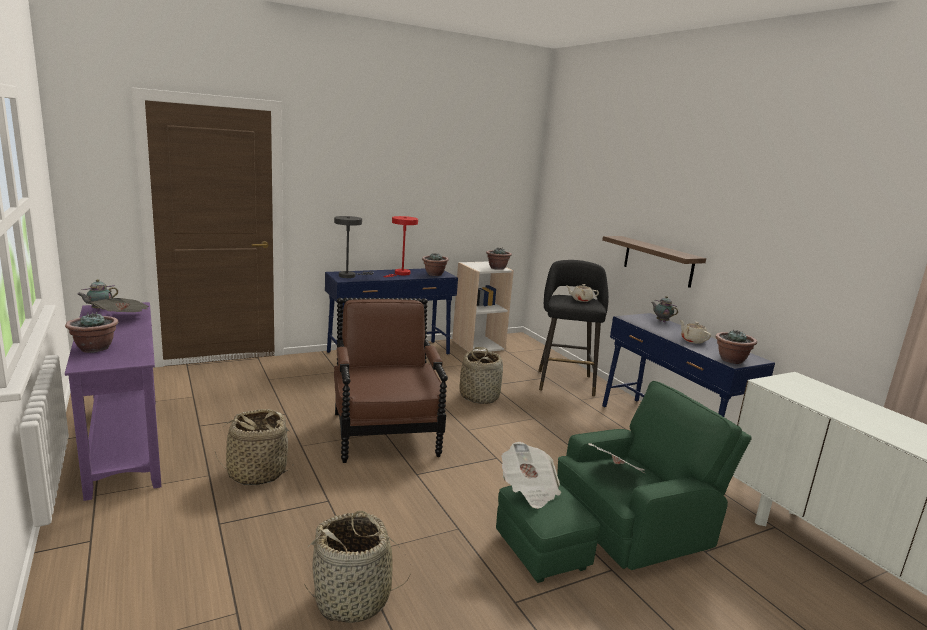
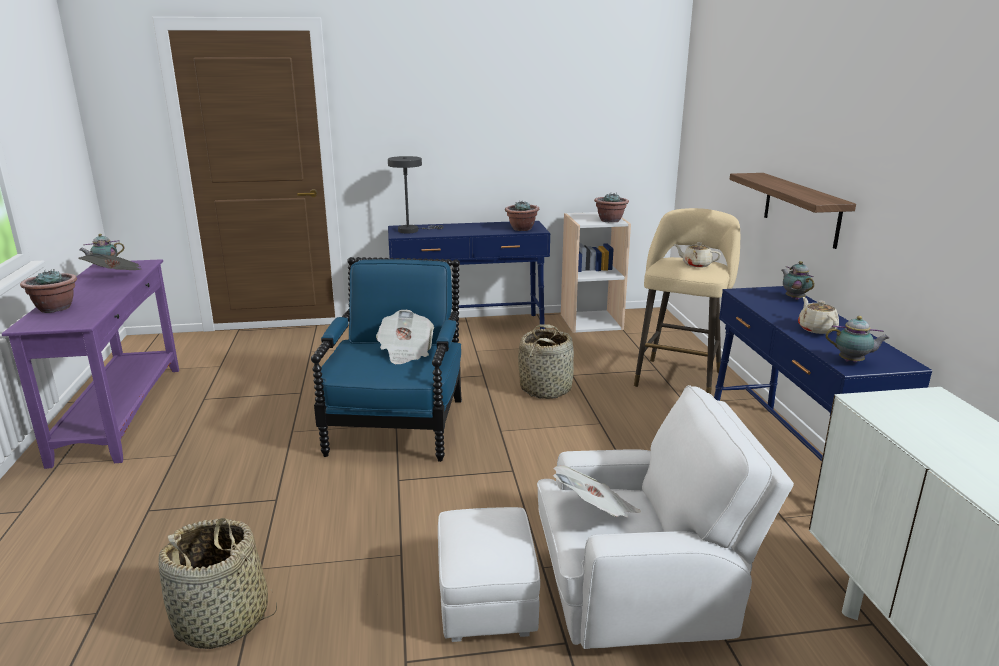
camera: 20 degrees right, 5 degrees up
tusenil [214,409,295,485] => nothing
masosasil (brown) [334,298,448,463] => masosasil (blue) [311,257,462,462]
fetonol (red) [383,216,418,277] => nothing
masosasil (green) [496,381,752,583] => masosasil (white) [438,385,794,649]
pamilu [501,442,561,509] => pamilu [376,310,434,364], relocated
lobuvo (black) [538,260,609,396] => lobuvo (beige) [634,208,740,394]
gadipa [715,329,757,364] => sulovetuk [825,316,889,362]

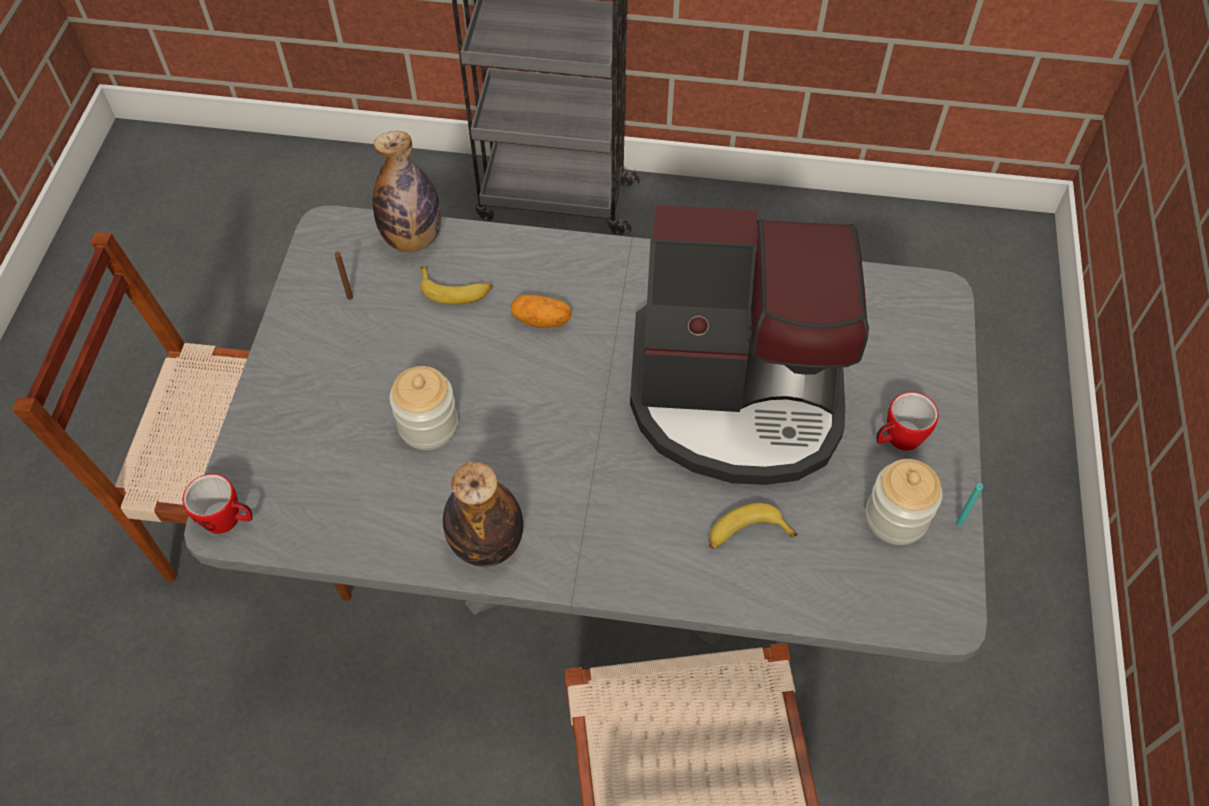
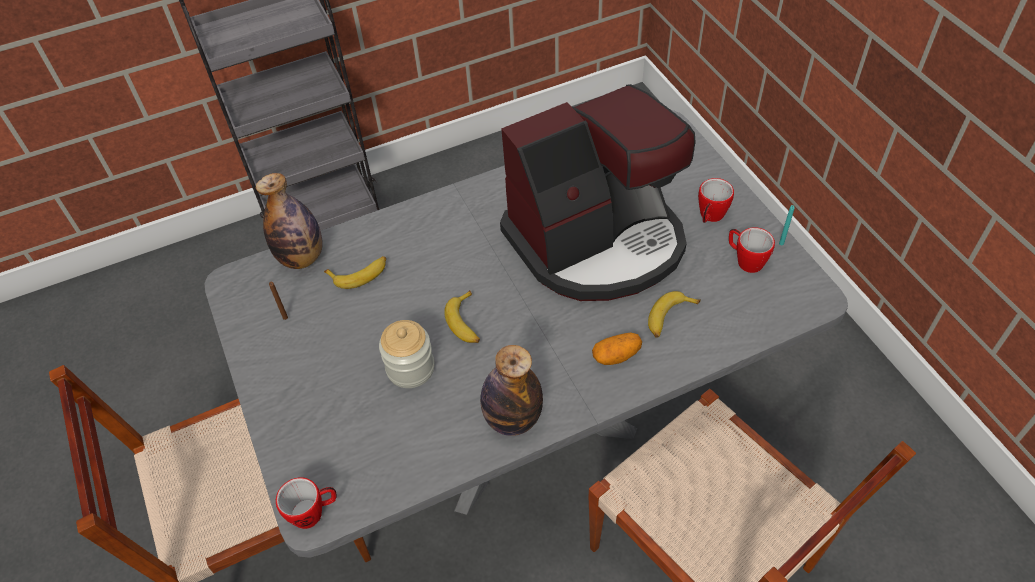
camera: 30 degrees left, 5 degrees down
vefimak [511,295,572,328] => vefimak [592,332,642,365], relocated
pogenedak [866,459,943,545] => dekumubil [729,227,775,273]
nothing => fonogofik [444,290,480,343]

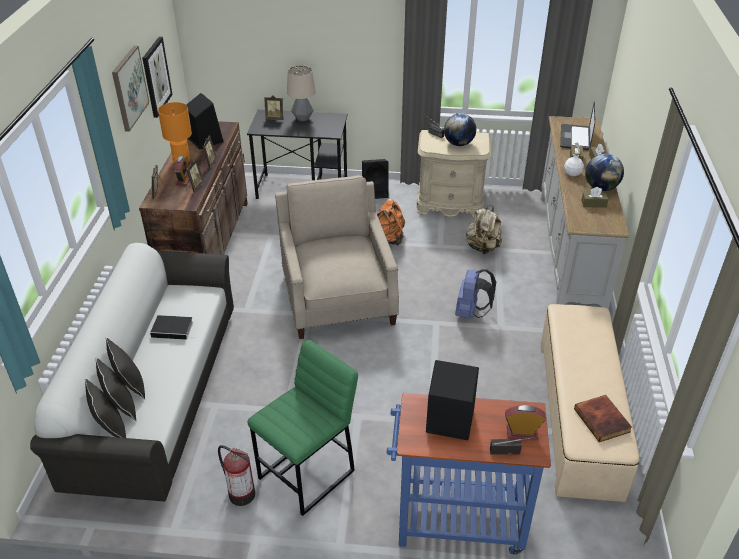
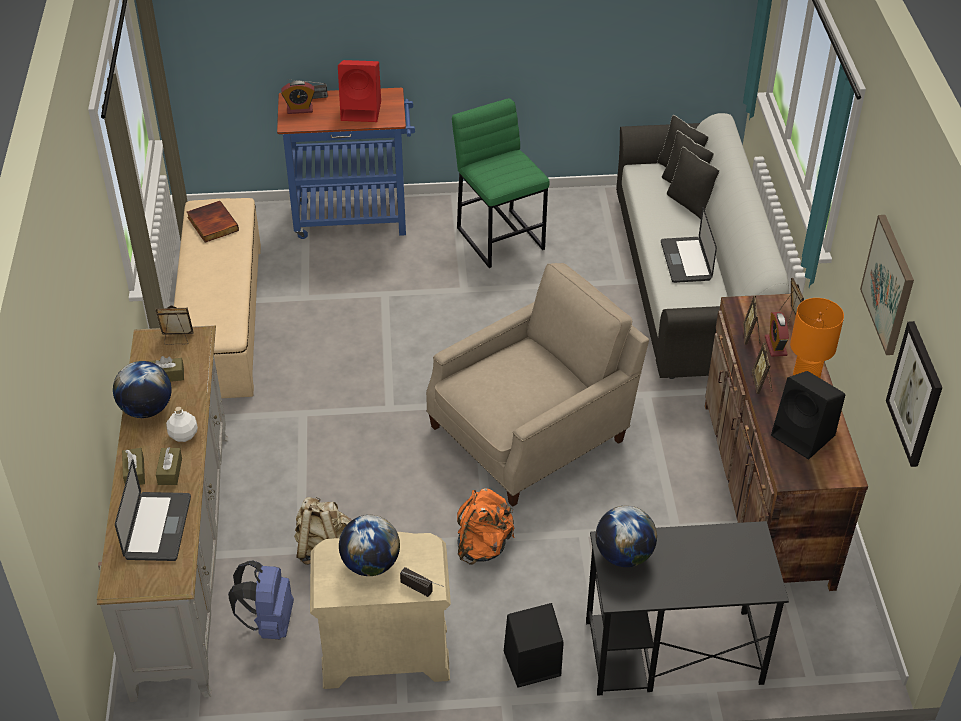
camera: 170 degrees right, 5 degrees up
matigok [150,315,194,340] => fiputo [661,207,717,283]
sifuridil [218,445,255,506] => nothing
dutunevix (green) [248,340,358,516] => dutunevix (green) [452,98,550,268], 120 degrees clockwise
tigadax [264,96,283,120] => tigadax [156,305,194,345], relocated
masosasil (beige) [275,175,399,339] => masosasil (beige) [426,263,649,507], 105 degrees counterclockwise
fetonol [287,65,316,122] => nothing
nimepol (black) [426,360,479,440] => nimepol (red) [338,60,381,122]
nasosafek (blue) [455,269,496,318] => nasosafek (blue) [228,561,294,639], relocated
nothing => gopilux [596,506,657,567]

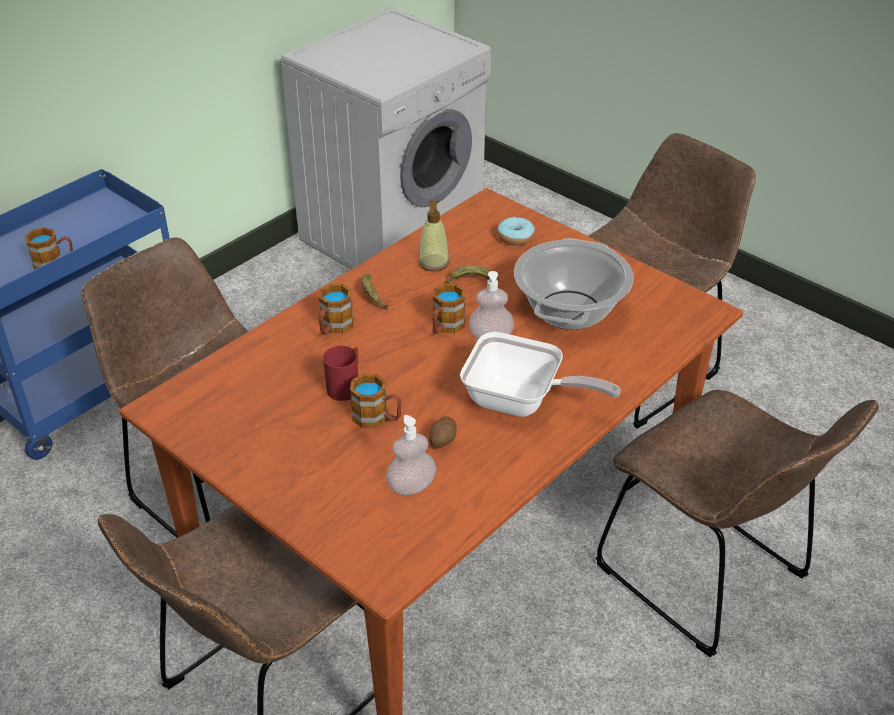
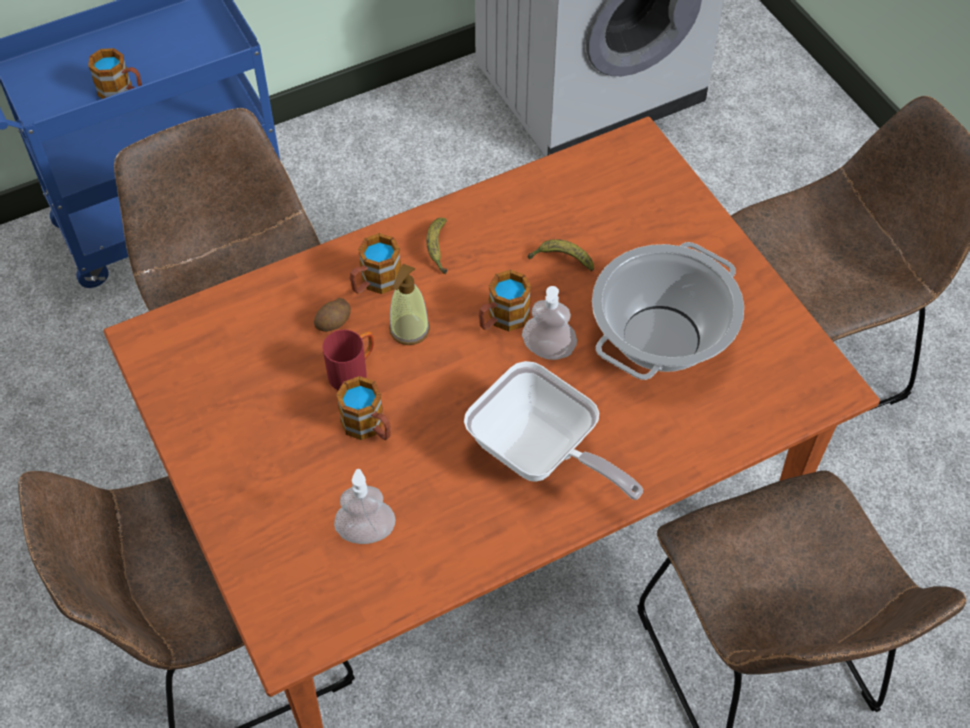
camera: 20 degrees right, 15 degrees up
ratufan [419,200,449,272] => ratufan [389,264,430,345], relocated
vefimak [429,416,457,448] => vefimak [314,298,351,332], relocated
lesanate [497,217,535,245] => nothing

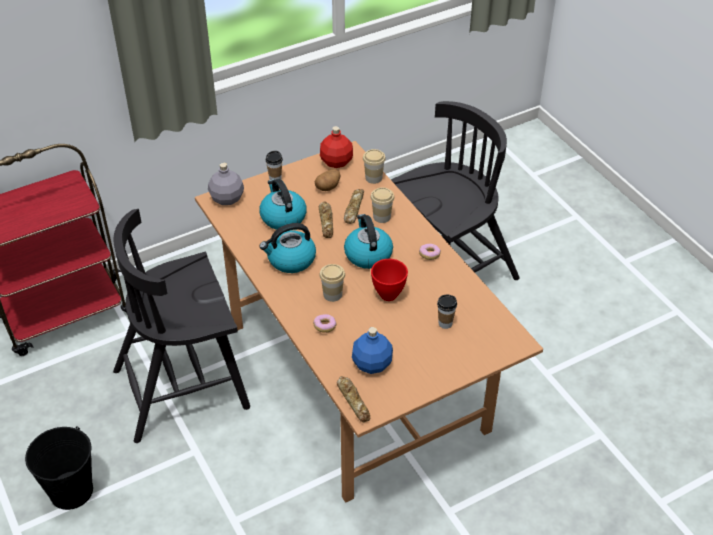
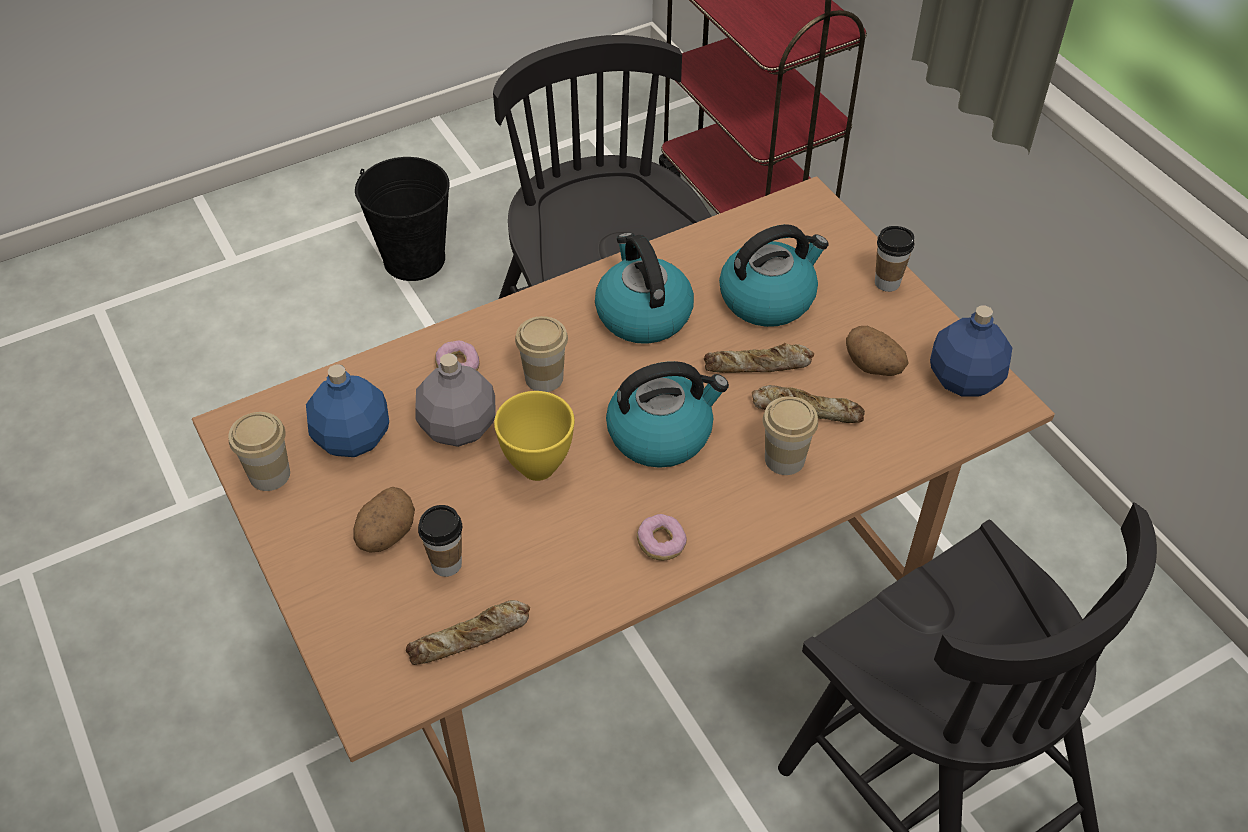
camera: 90 degrees right, 5 degrees up
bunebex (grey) [208,163,244,205] => bunebex (grey) [416,353,496,447], relocated
bunebex (red) [320,126,353,168] => bunebex (blue) [930,305,1012,397]
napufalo [337,376,370,423] => napufalo [406,600,530,665], relocated
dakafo [363,149,386,184] => dakafo [228,412,290,491], relocated
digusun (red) [371,259,408,301] => digusun (yellow) [494,391,575,481]
nothing => vefimak [353,487,415,552]

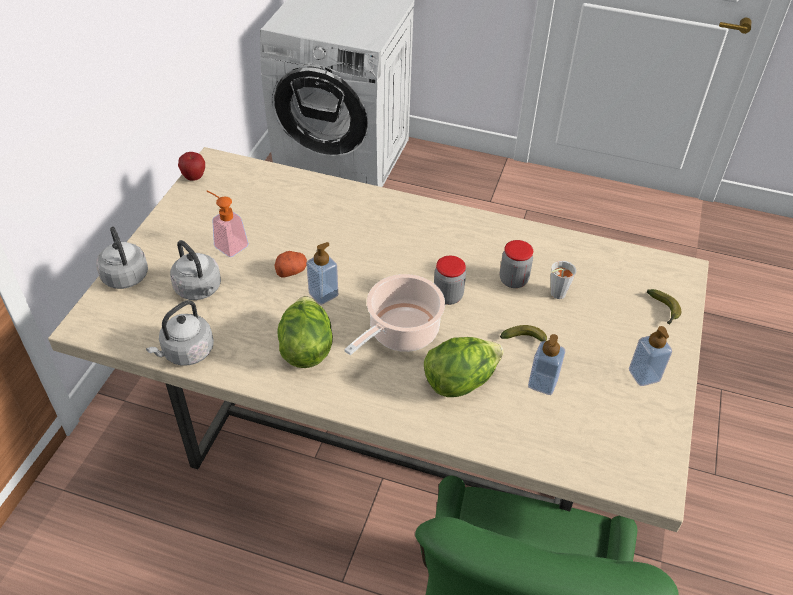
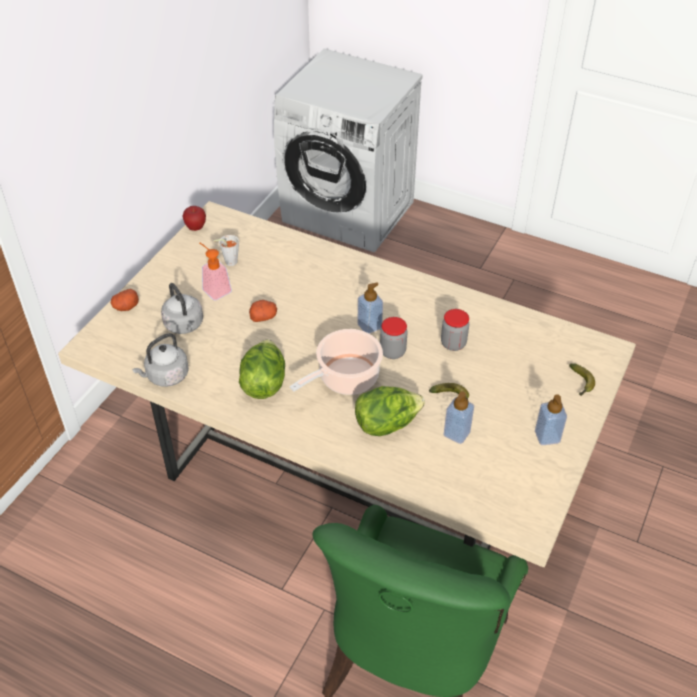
camera: 10 degrees right, 0 degrees up
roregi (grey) [96,227,148,289] => vefimak [111,289,139,311]
ratufan [306,242,338,305] => ratufan [358,282,383,334], relocated
dakafo (grey) [551,261,576,299] => dakafo (grey) [213,235,239,266], relocated

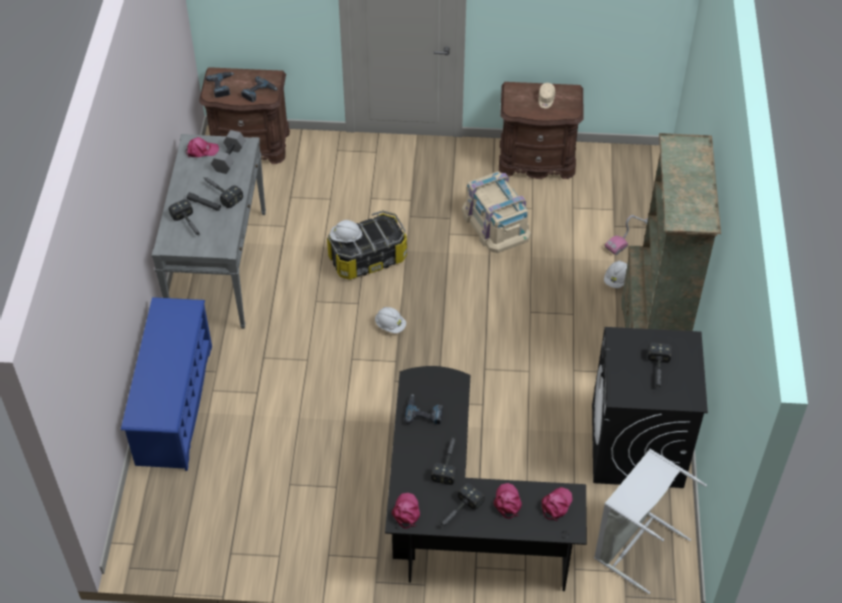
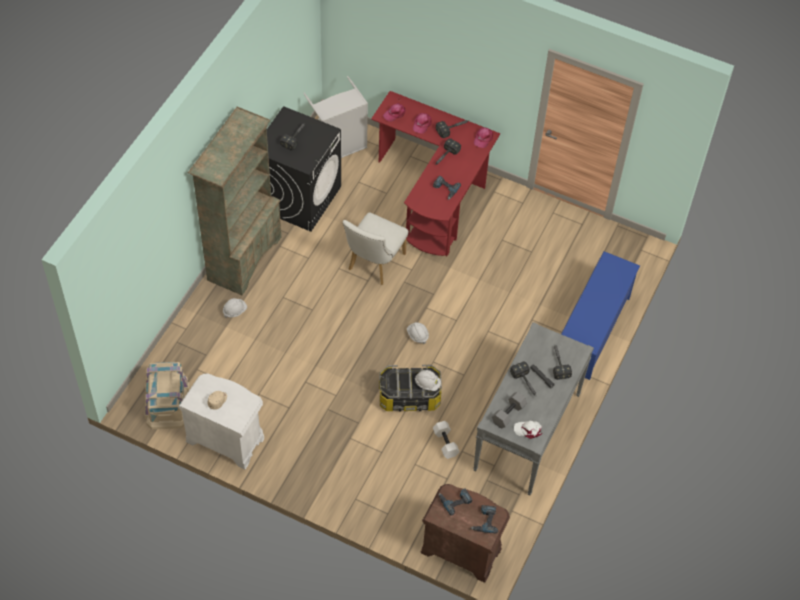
camera: 160 degrees left, 5 degrees up
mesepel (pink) [185,137,219,158] => mesepel (white) [514,421,543,439]
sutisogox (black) [385,366,587,591] => sutisogox (red) [371,91,500,256]
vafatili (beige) [462,171,531,253] => vafatili (beige) [145,362,190,429], relocated
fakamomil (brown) [499,82,584,179] => fakamomil (white) [178,373,264,469]
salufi [605,215,648,255] => nothing
nothing => dutunevix (white) [343,212,408,285]
nothing => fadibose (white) [433,421,460,459]

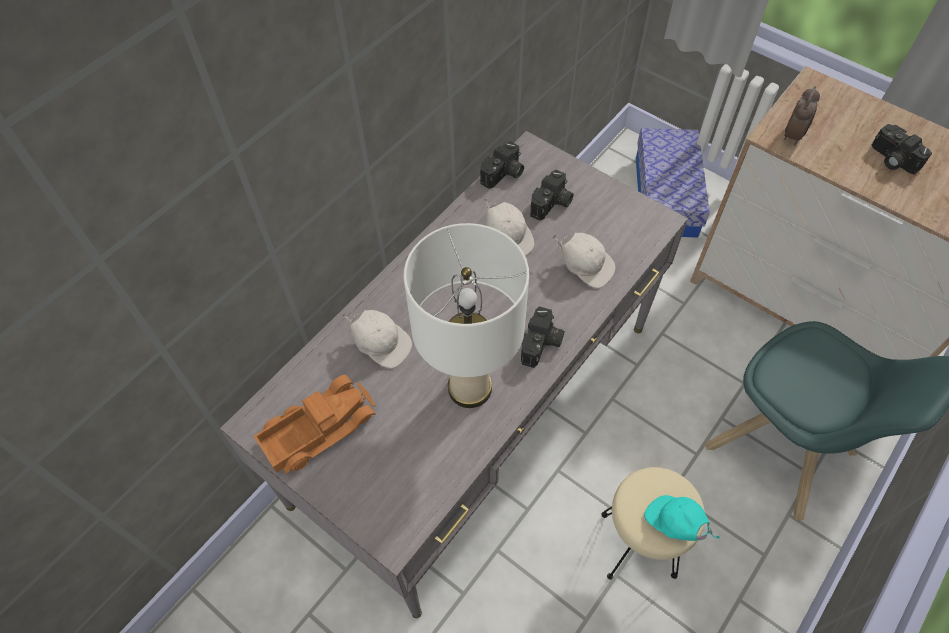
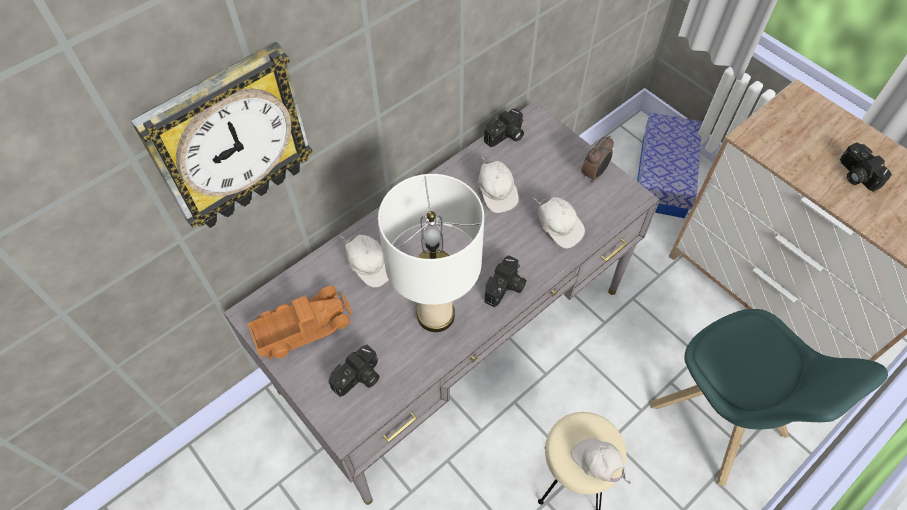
camera: 10 degrees right, 0 degrees up
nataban [530,170,574,221] => nataban [328,345,379,397], relocated
mesepel (turquoise) [644,495,720,541] => mesepel (white) [571,438,631,484]
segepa [784,87,820,146] => segepa [581,136,614,183], relocated
nothing => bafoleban [131,41,313,228]

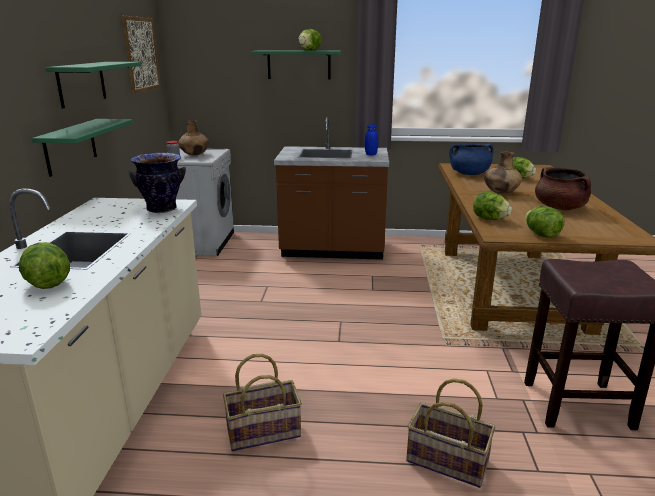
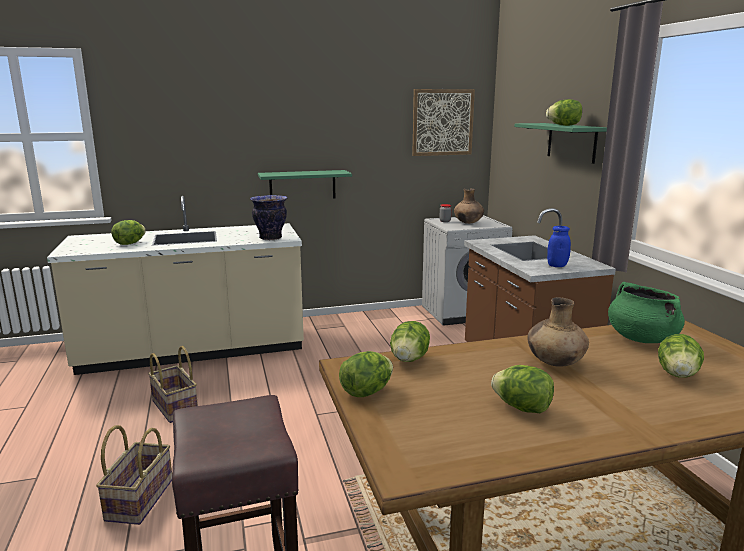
camera: 70 degrees right, 5 degrees down
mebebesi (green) [46,62,142,108] => nothing
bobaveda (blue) [449,144,494,175] => bobaveda (green) [608,282,685,343]
bobaveda (brown) [535,167,591,210] => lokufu [491,365,554,413]

